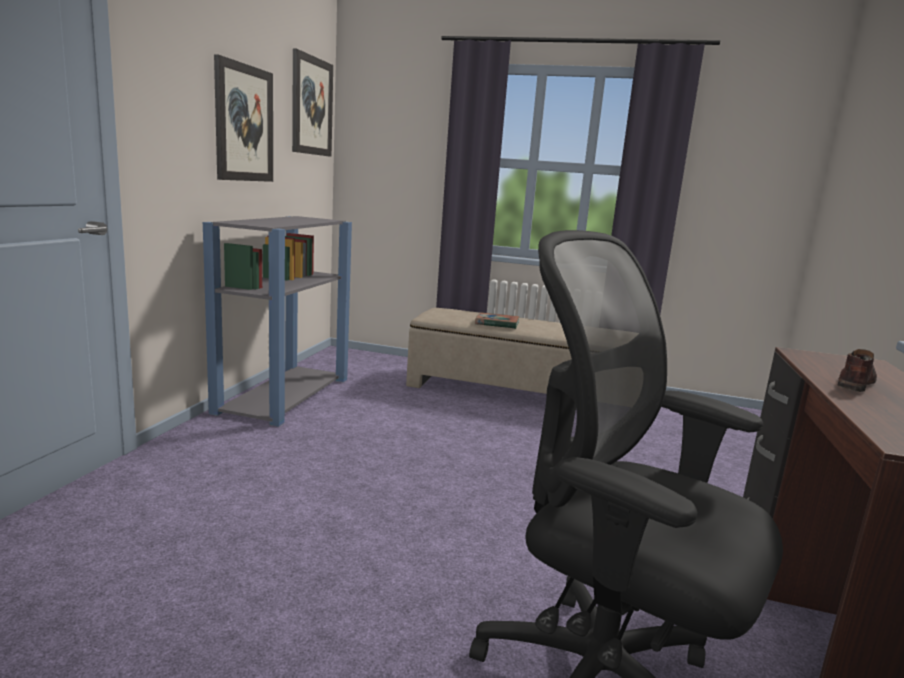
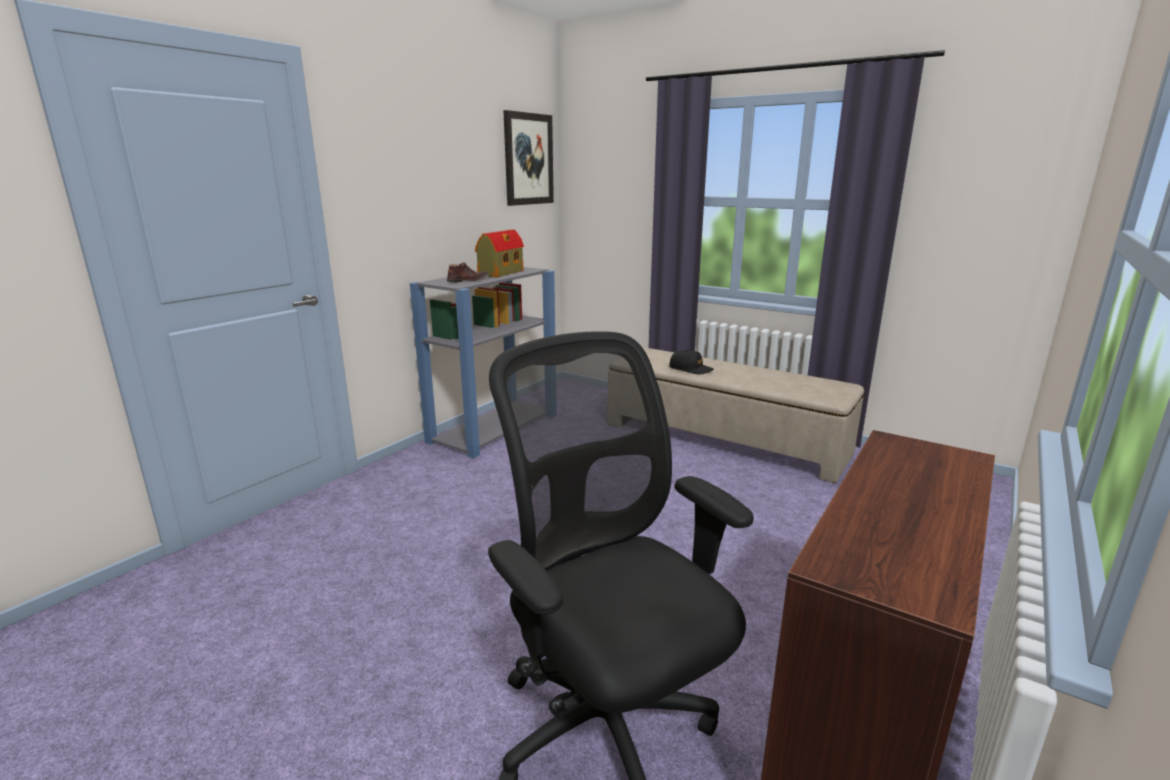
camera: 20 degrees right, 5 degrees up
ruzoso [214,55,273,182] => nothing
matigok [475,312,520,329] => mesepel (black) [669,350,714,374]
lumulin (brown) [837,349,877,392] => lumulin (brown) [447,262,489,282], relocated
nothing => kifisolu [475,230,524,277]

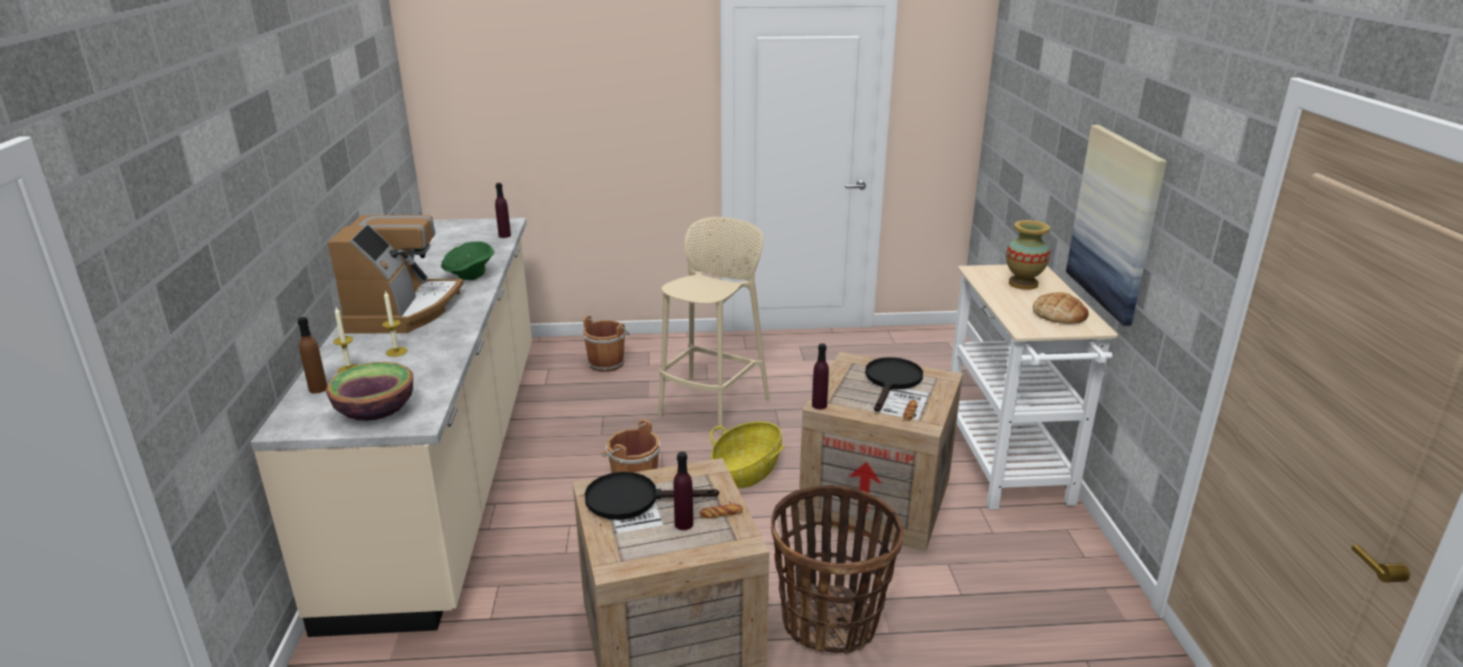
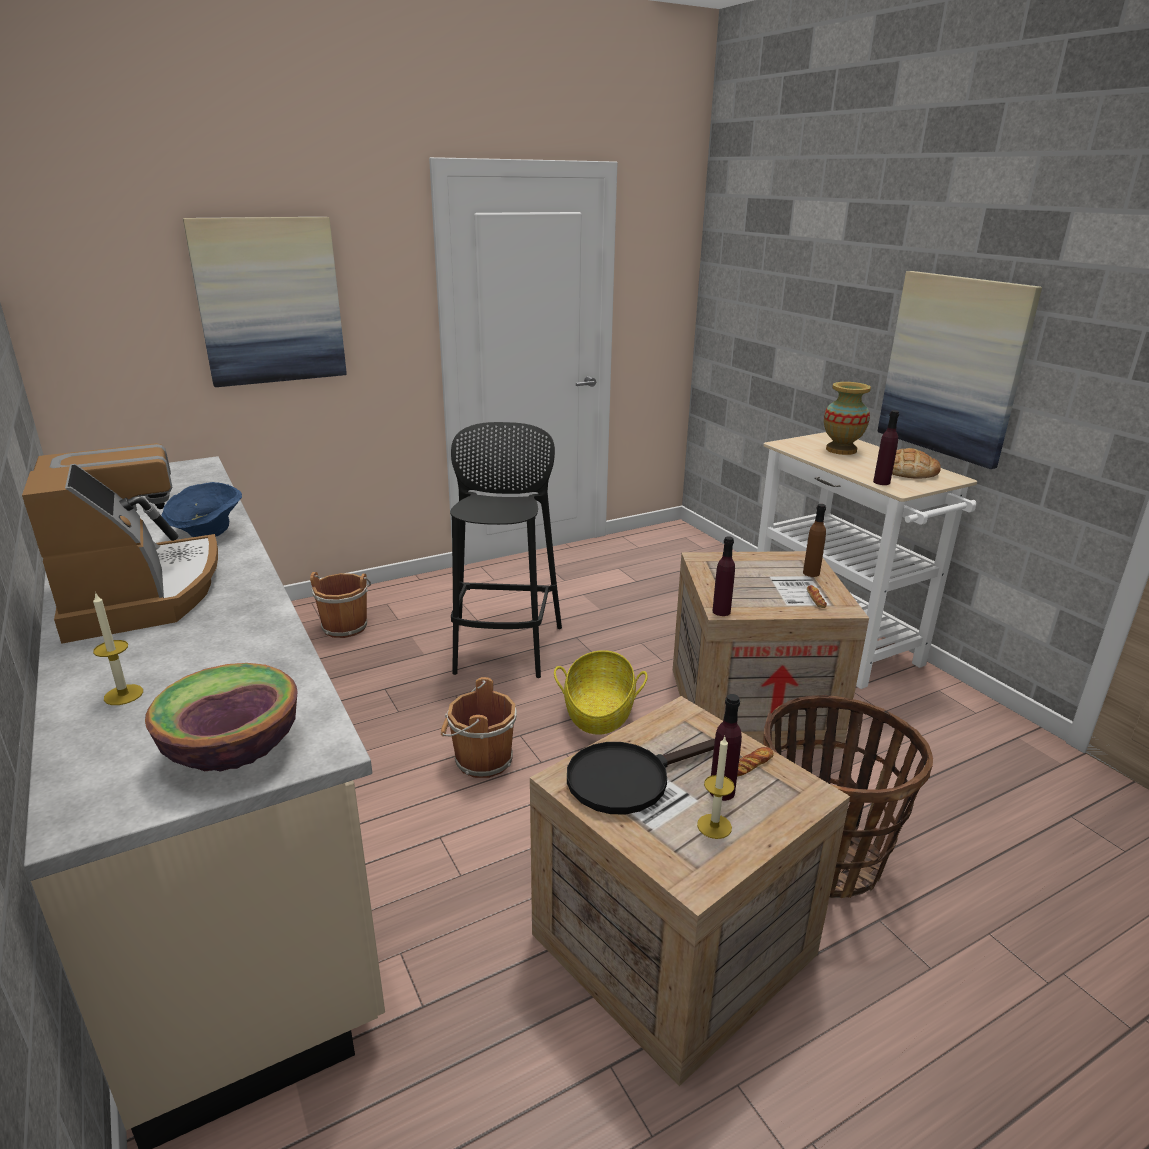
camera: 25 degrees left, 0 degrees up
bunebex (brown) [297,317,327,393] => bunebex (brown) [803,504,826,577], relocated
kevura [382,290,408,357] => kevura [697,737,734,839], relocated
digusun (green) [441,241,494,280] => digusun (blue) [161,482,242,537]
bunebex (purple) [495,183,511,238] => bunebex (purple) [873,410,899,485], relocated
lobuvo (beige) [658,217,770,435] => lobuvo (black) [450,422,562,678]
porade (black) [865,357,923,412] => nothing
nothing => ruzoso [183,217,347,387]

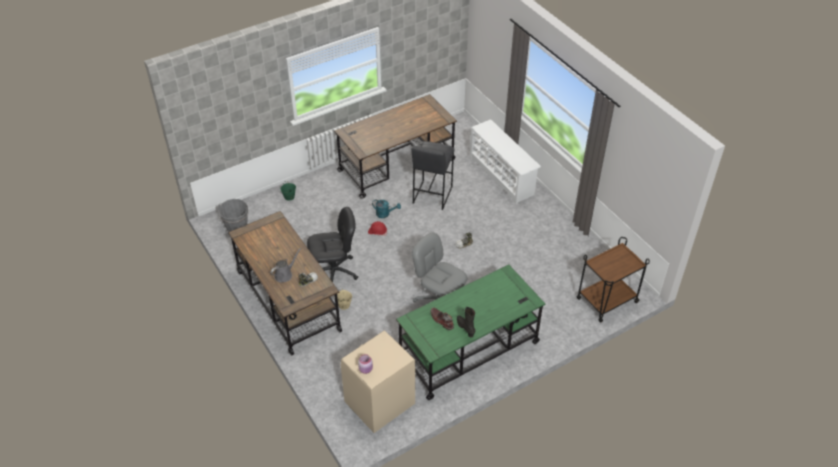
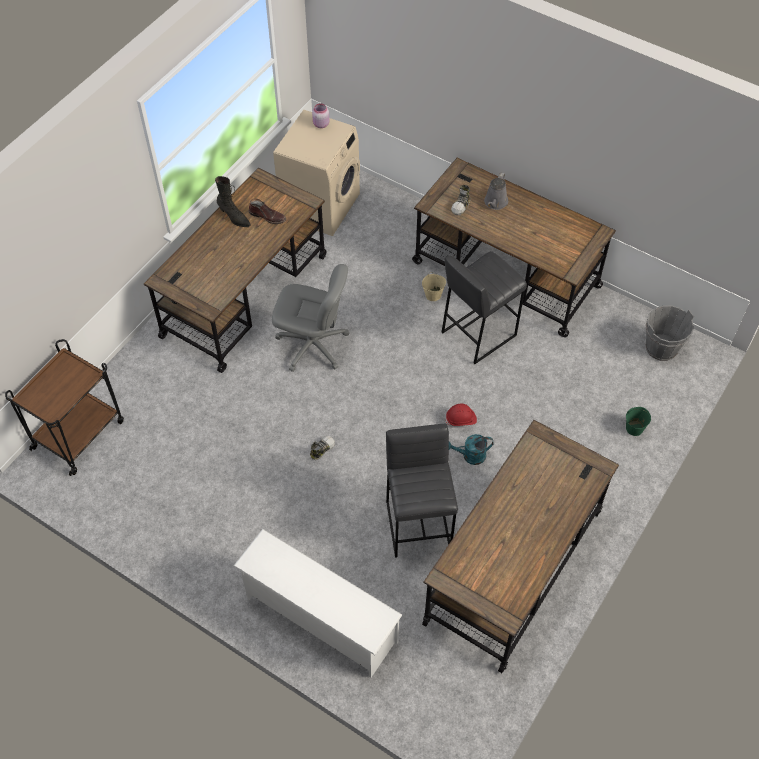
camera: 155 degrees right, 10 degrees up
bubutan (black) [307,207,358,282] => lobuvo (grey) [442,251,527,364]
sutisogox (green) [396,265,545,400] => sutisogox (brown) [144,168,327,373]

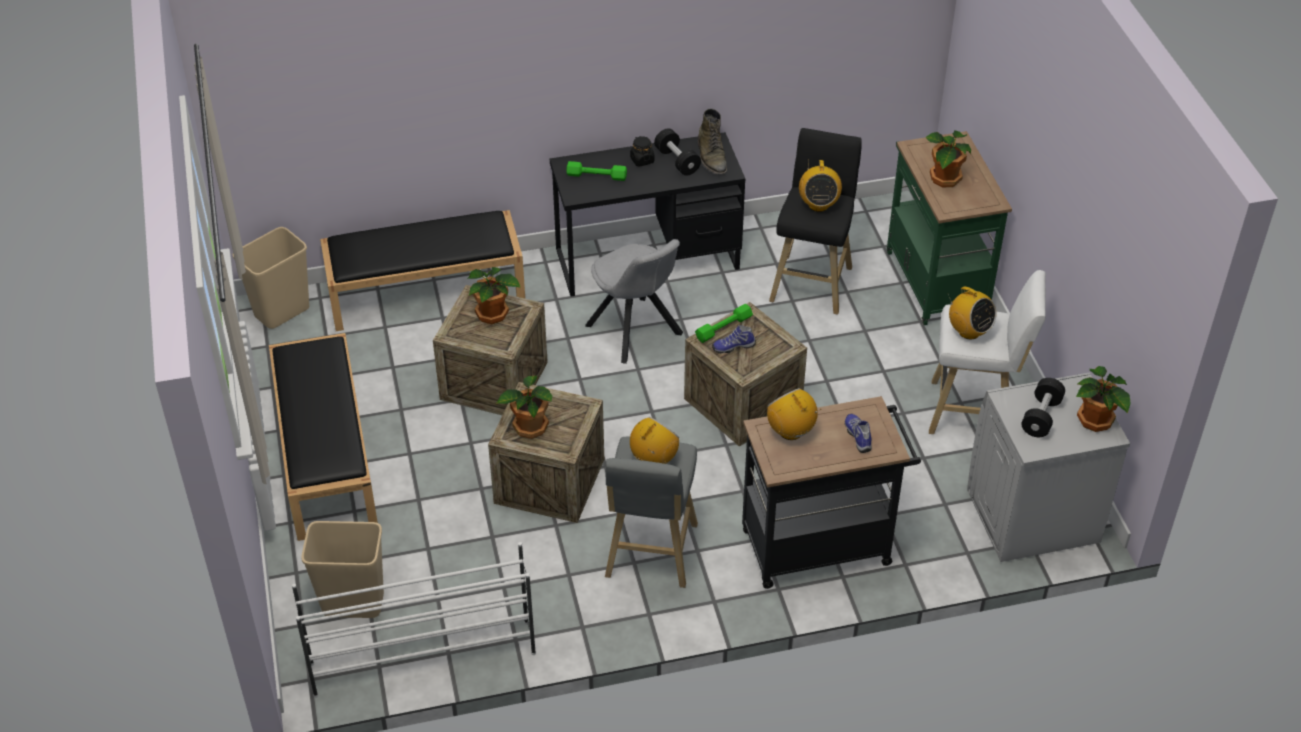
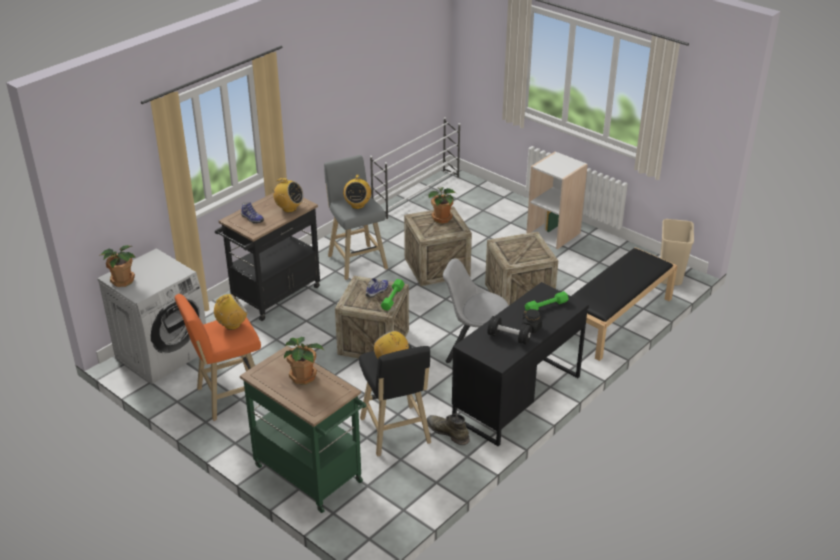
camera: 145 degrees right, 10 degrees down
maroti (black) [269,333,378,541] => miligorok [526,151,588,249]
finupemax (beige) [301,521,384,618] => nothing
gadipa [468,267,520,324] => nothing
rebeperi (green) [697,109,727,175] => rebeperi (green) [427,413,470,445], relocated
lobuvo (white) [929,270,1046,434] => lobuvo (orange) [175,294,261,421]
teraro [948,287,997,339] => teraro [214,294,248,330], 135 degrees clockwise
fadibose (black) [1021,378,1065,437] => nothing

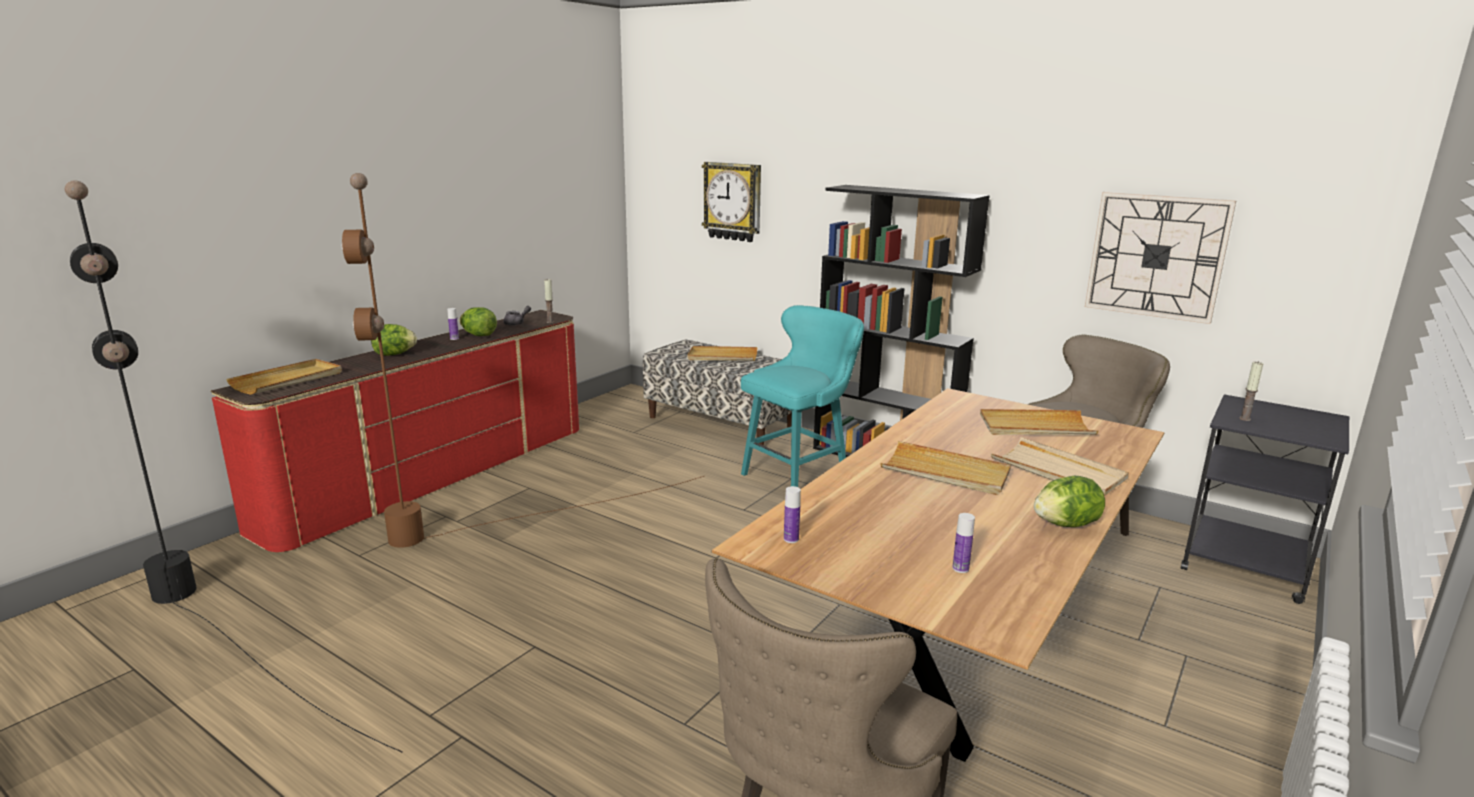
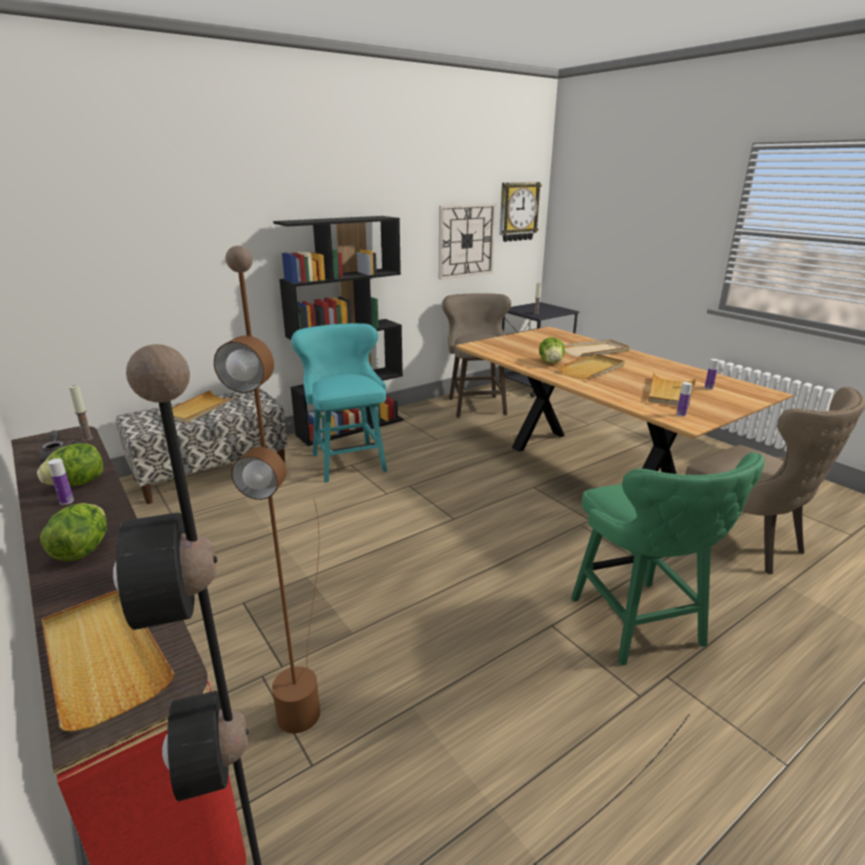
camera: 70 degrees left, 5 degrees up
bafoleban [702,162,761,242] => bafoleban [500,182,542,242], relocated
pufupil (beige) [980,409,1099,435] => pufupil (beige) [648,373,697,408], relocated
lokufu [1034,476,1105,527] => lokufu [539,337,565,364], relocated
nothing => lobuvo (green) [571,452,765,666]

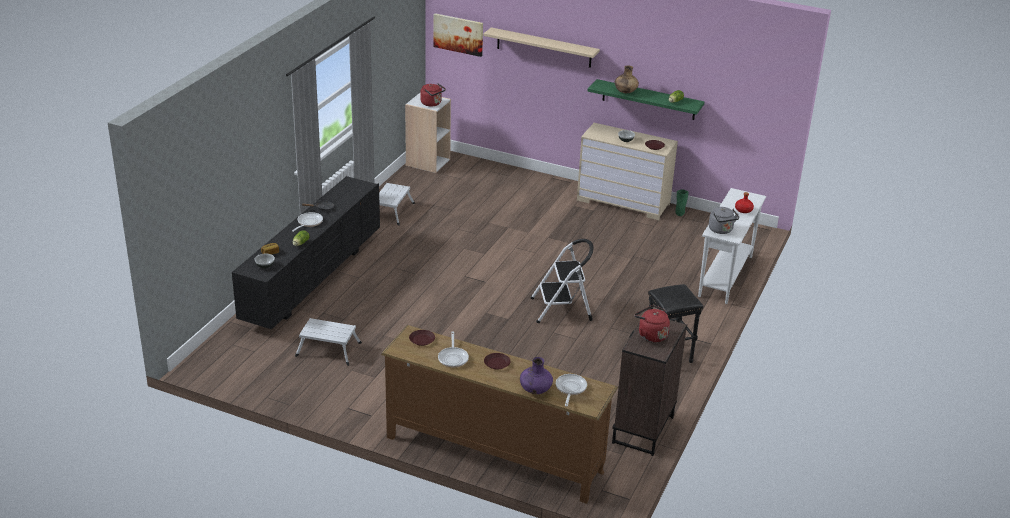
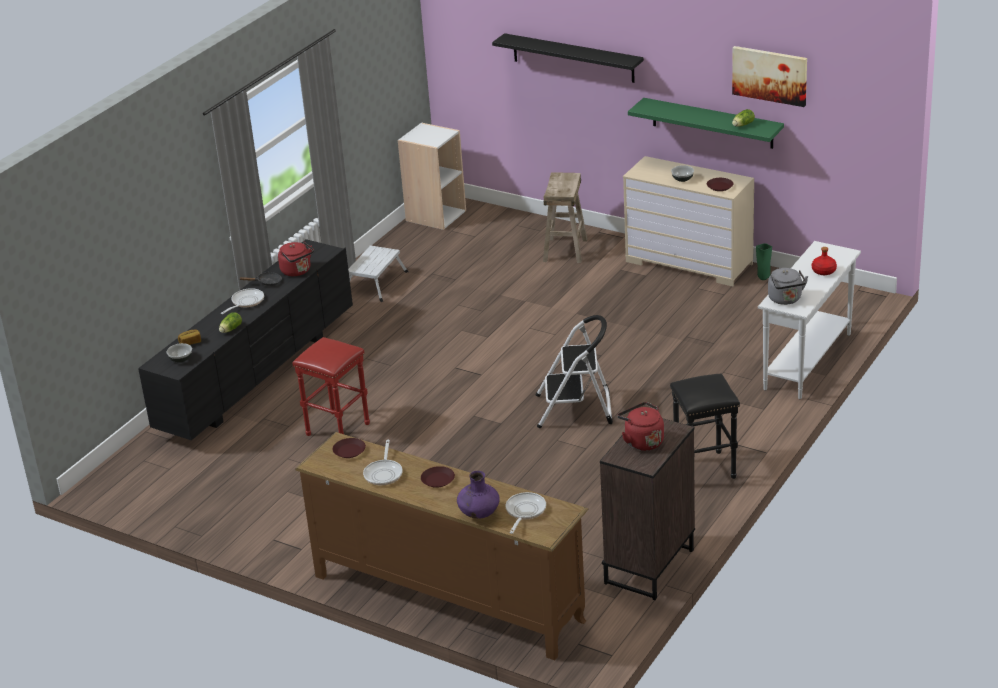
camera: 10 degrees right, 0 degrees up
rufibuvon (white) [295,318,362,366] => nothing
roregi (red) [420,83,446,107] => roregi (red) [278,241,314,276], relocated
ruzoso [433,13,483,57] => ruzoso [732,46,807,107], relocated
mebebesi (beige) [483,27,600,68] => mebebesi (black) [492,33,644,83]
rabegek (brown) [614,65,639,93] => nothing
nothing => lobuvo (red) [292,337,370,436]
nothing => lobuvo (beige) [543,172,587,263]

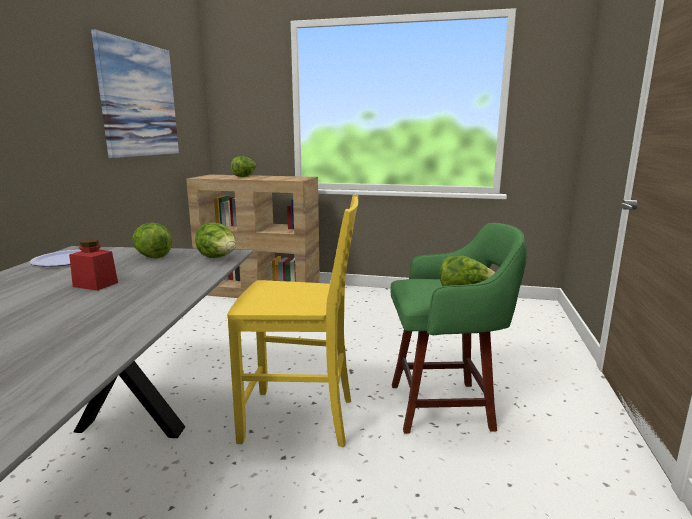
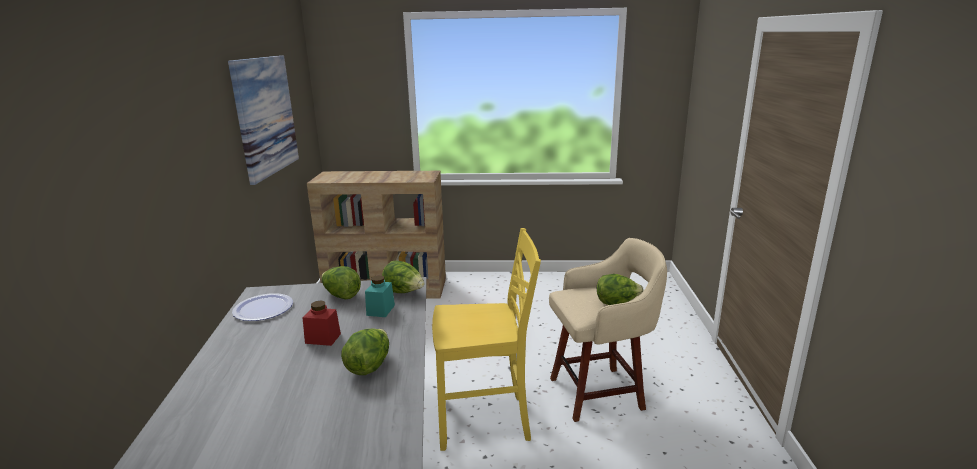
camera: 10 degrees left, 5 degrees up
lokufu [231,156,256,177] => lokufu [341,329,389,375], relocated
lobuvo (green) [391,223,527,434] => lobuvo (beige) [549,238,667,422]
nothing => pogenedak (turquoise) [365,275,395,317]

